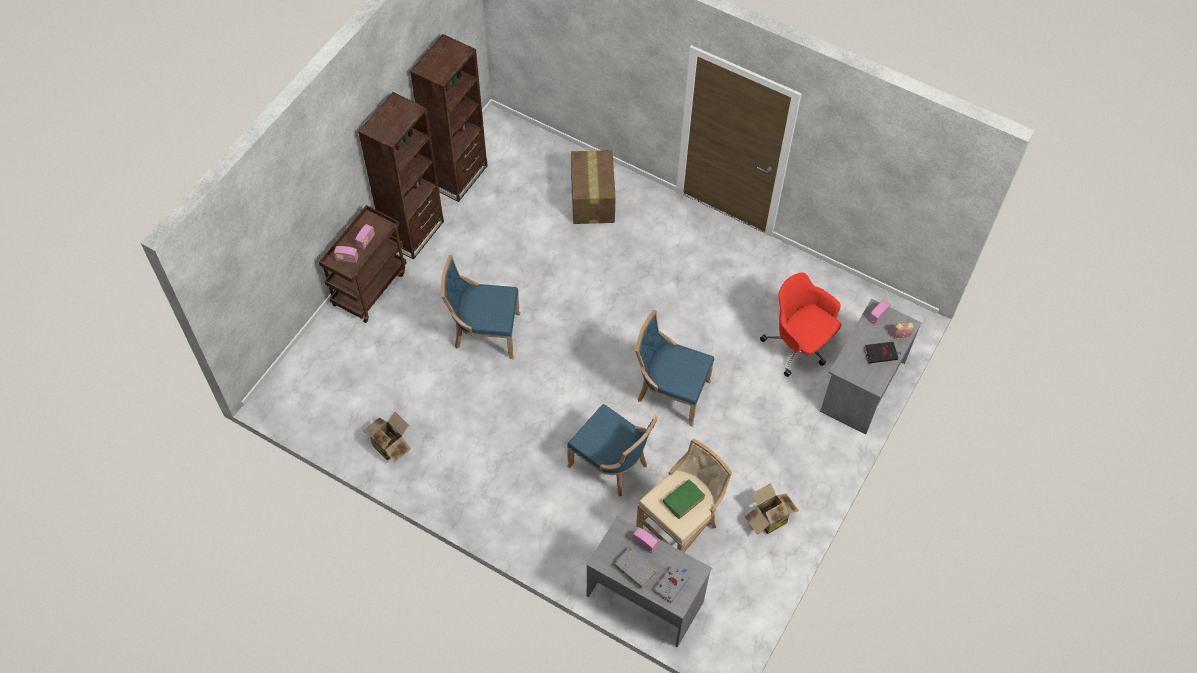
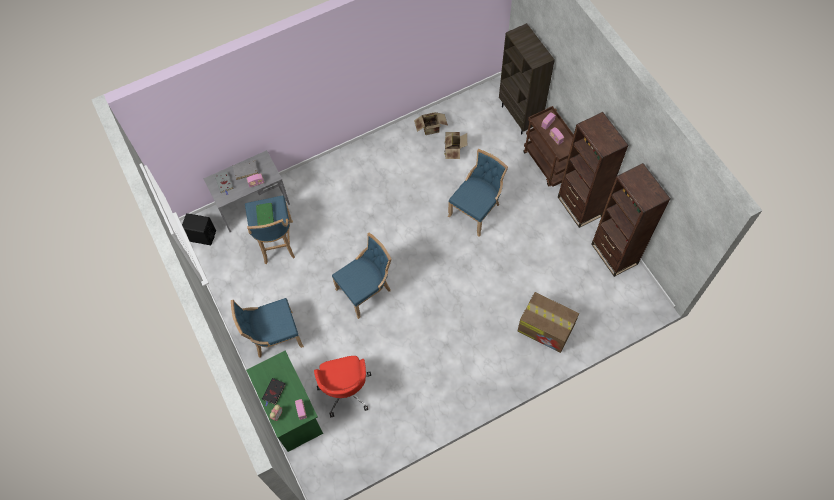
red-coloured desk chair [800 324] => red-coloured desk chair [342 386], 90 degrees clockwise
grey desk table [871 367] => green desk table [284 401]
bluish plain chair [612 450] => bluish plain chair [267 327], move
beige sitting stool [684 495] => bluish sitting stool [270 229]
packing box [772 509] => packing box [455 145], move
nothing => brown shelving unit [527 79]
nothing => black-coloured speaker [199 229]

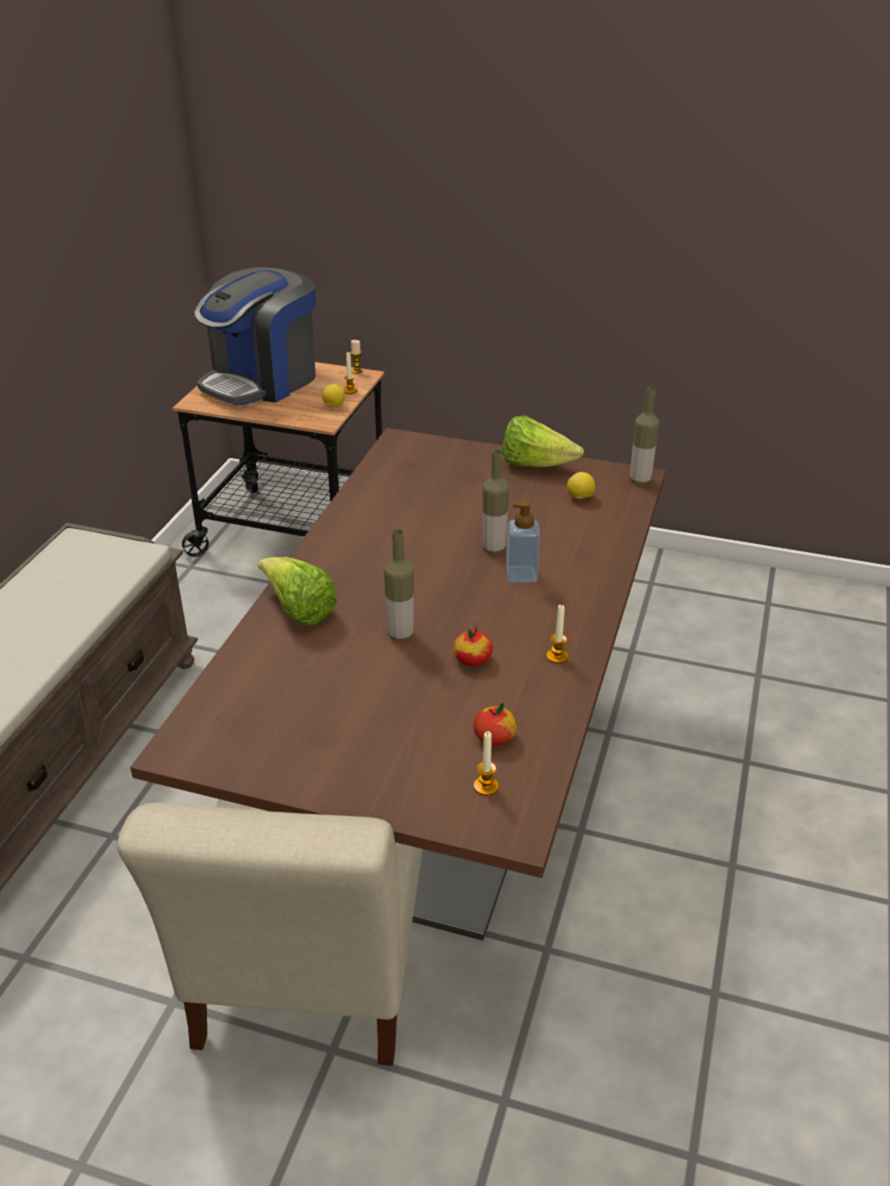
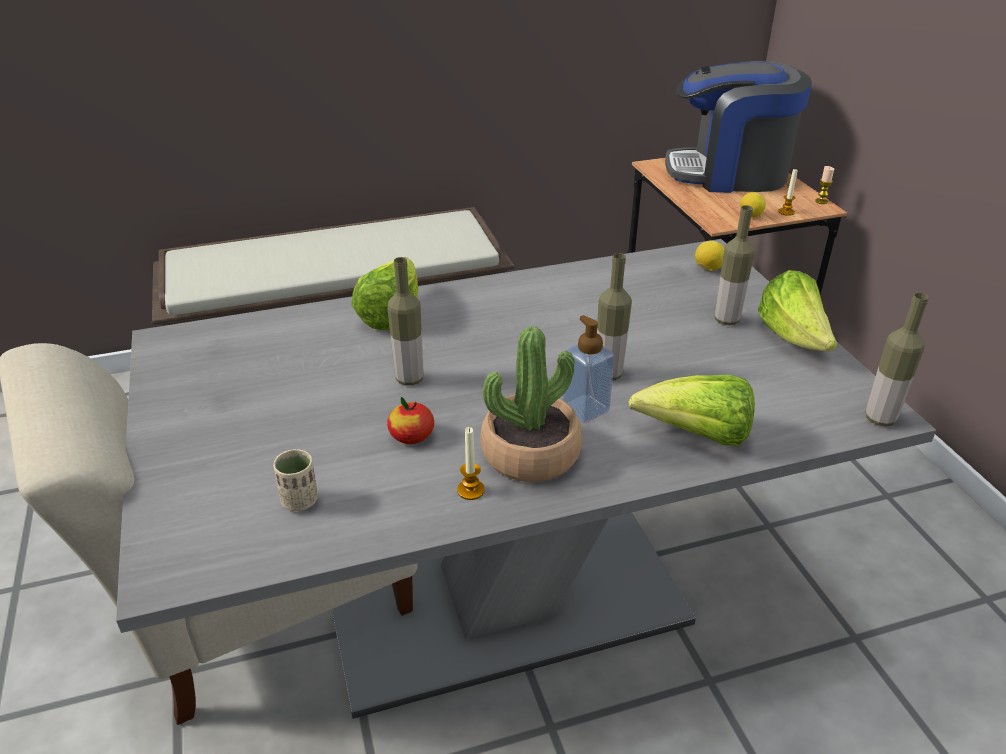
brown kitchen table [398 684] => grey kitchen table [526 479]
whole lemon [581 485] => whole lemon [709 256], move
whole apple [495 724] => beige small cup [295 480]
candle [486 763] => nothing
nothing => drink bottle [734 265]
nothing => houseplant [532 404]
nothing => lettuce [692 410]

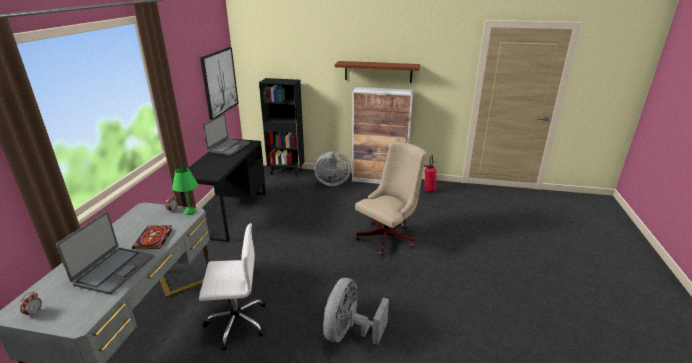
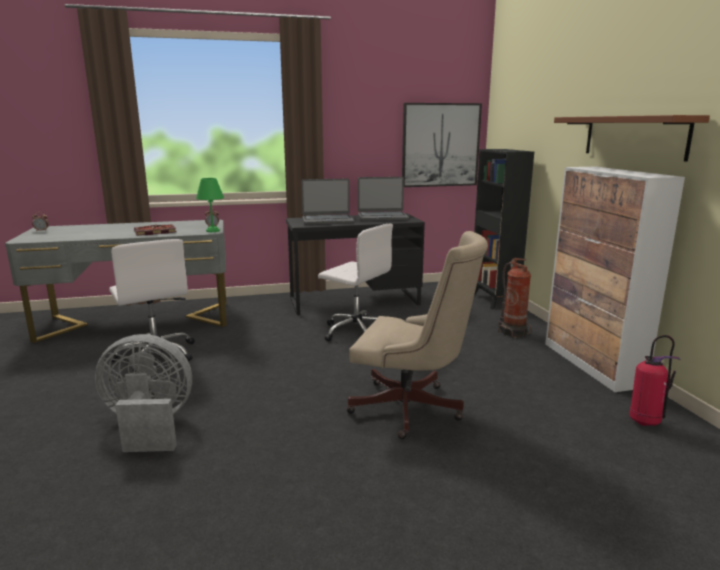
grey electric fan [332 168] => fire extinguisher [514 298]
laptop [105 253] => laptop [327 202], move
nothing => white desk chair [355 283]

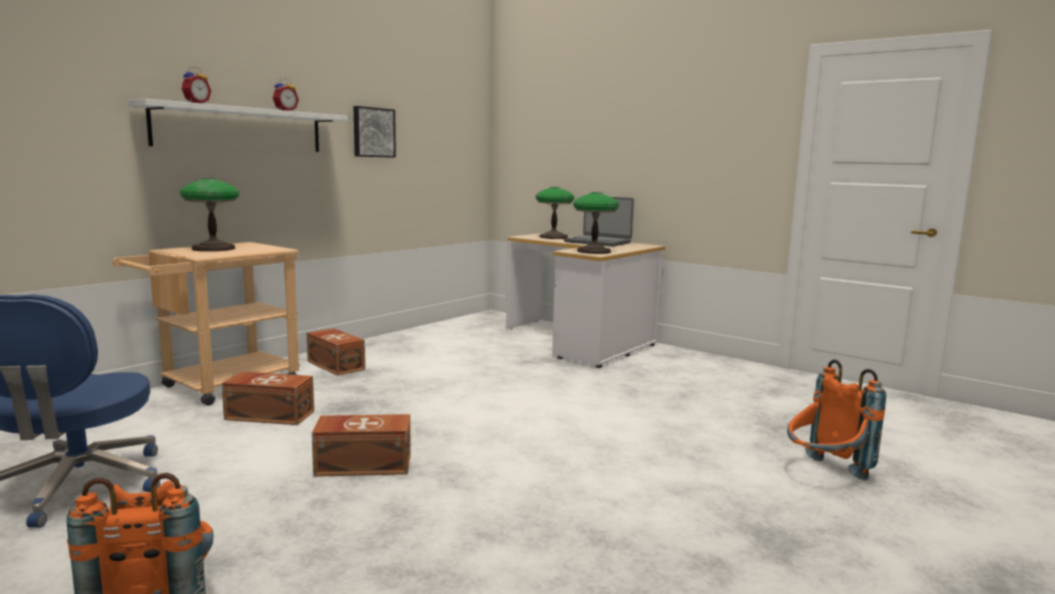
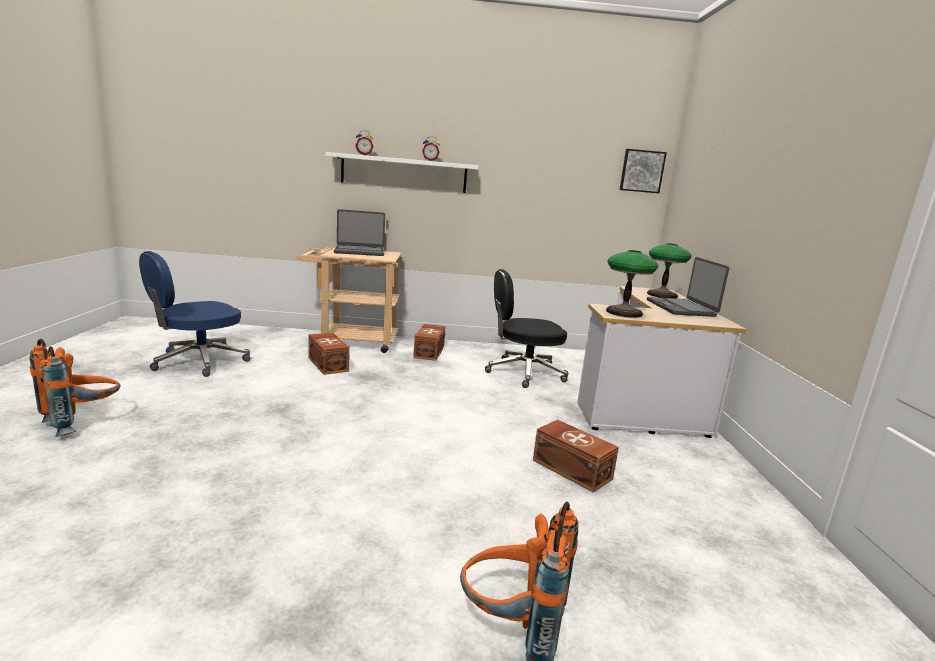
wall art [374 132] => wall art [643 171], move
table lamp [209 215] => laptop [359 232]
brown storage container [361 445] => brown storage container [576 456], move
nothing => black-coloured desk chair [526 328]

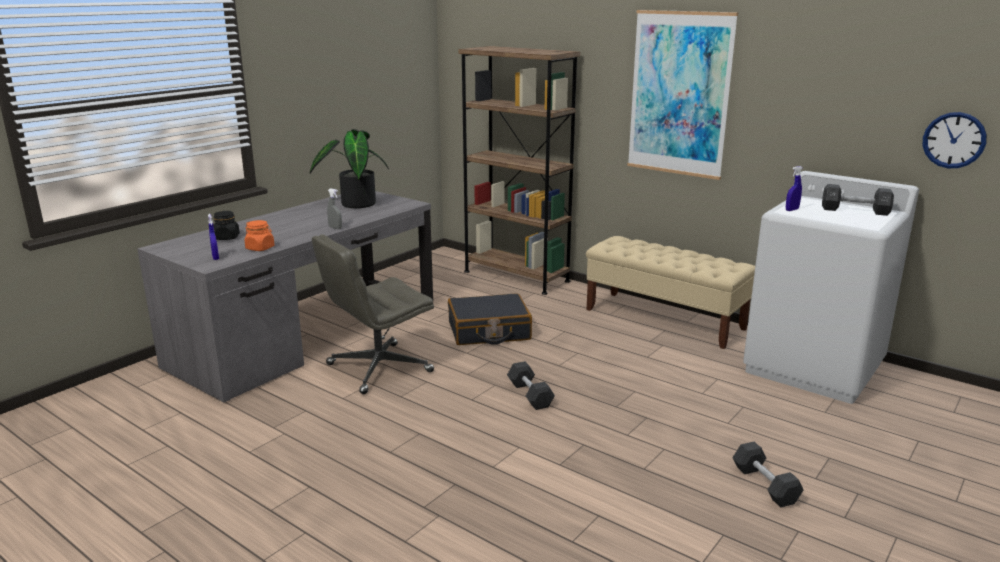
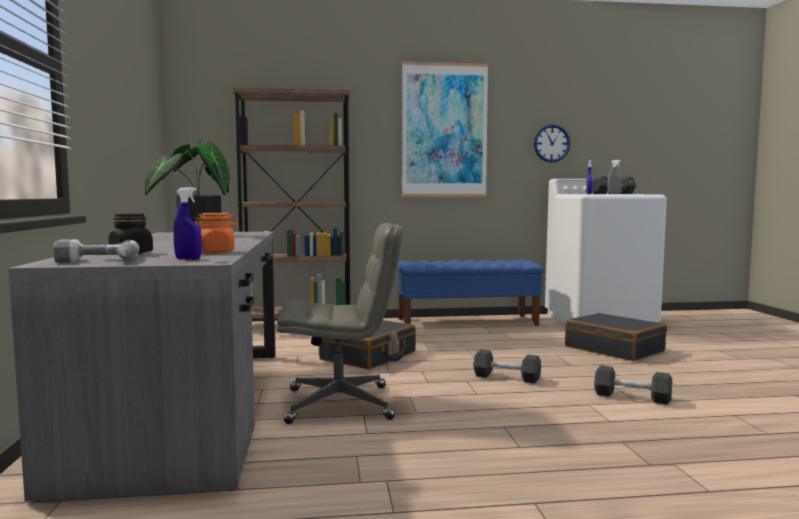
hanging clock [955 140] => hanging clock [552 143], move
grey hand sprayer [334 208] => grey hand sprayer [614 177], move
grey desk chair [373 314] => grey desk chair [339 323], 105 degrees counterclockwise
beige bench [670 292] => bluish bench [470 292]
black-coloured dumbbell [768 474] => black-coloured dumbbell [633 384], move
nothing => power drill [96 251]
nothing => black-coloured suitcase [616 337]

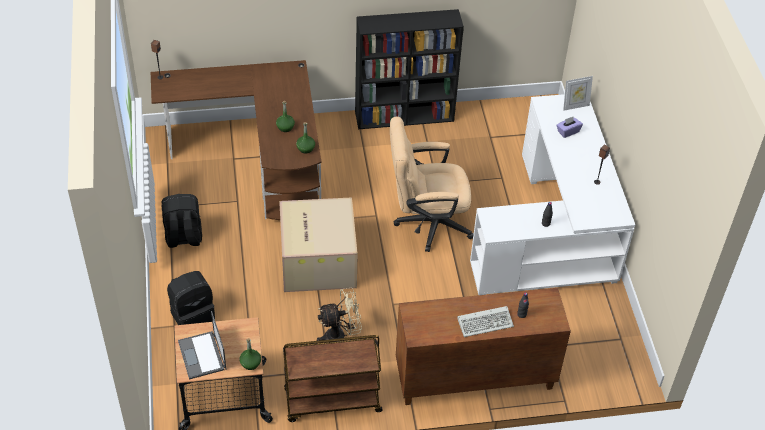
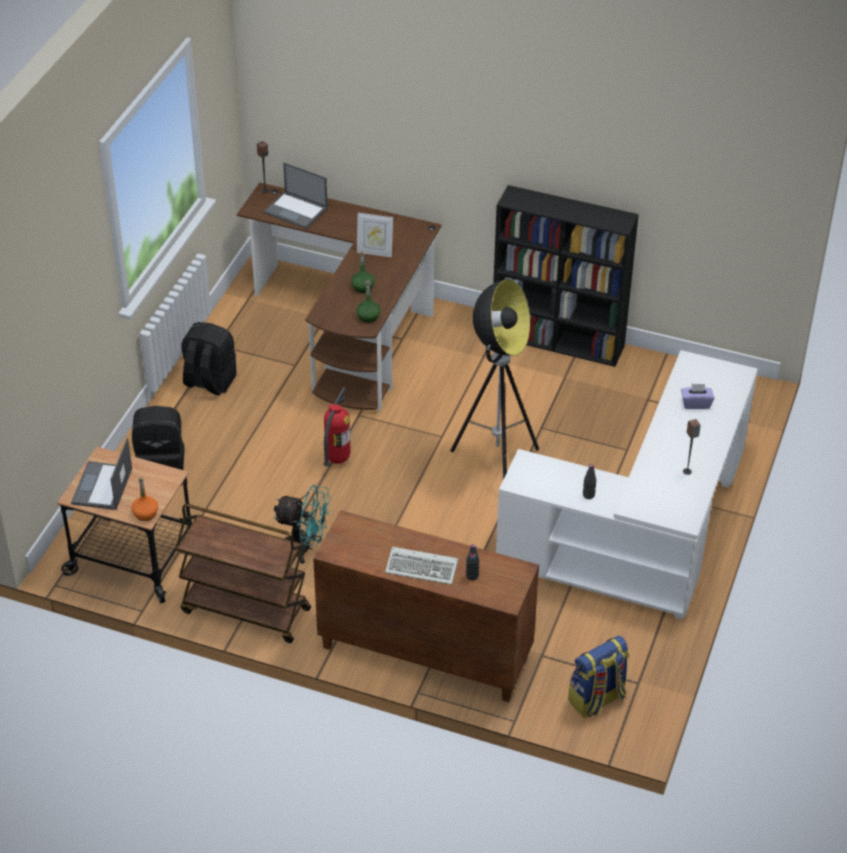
picture frame [578 93] => picture frame [375 235], move
beige desk chair [432 184] => standing lamp [494 379]
packing box [318 244] => fire extinguisher [337 427]
beige electric fan [339 315] => blue-green electric fan [302 524]
green drink bottle [250 354] => orange drink bottle [144 499]
nothing => laptop [296 196]
nothing => knapsack [598 677]

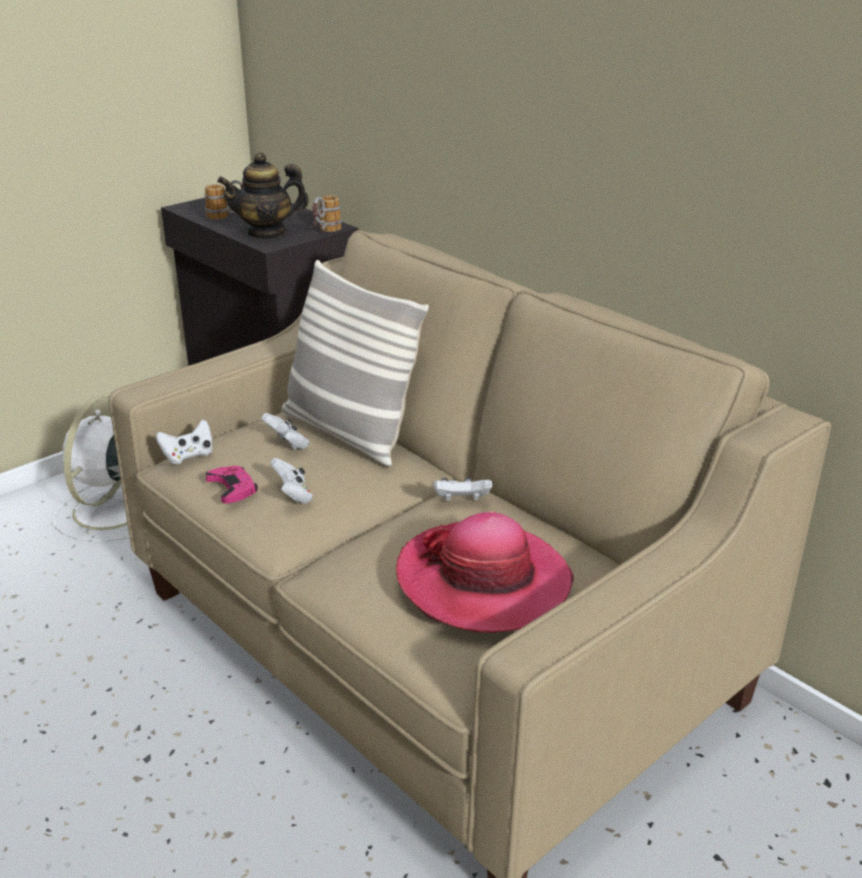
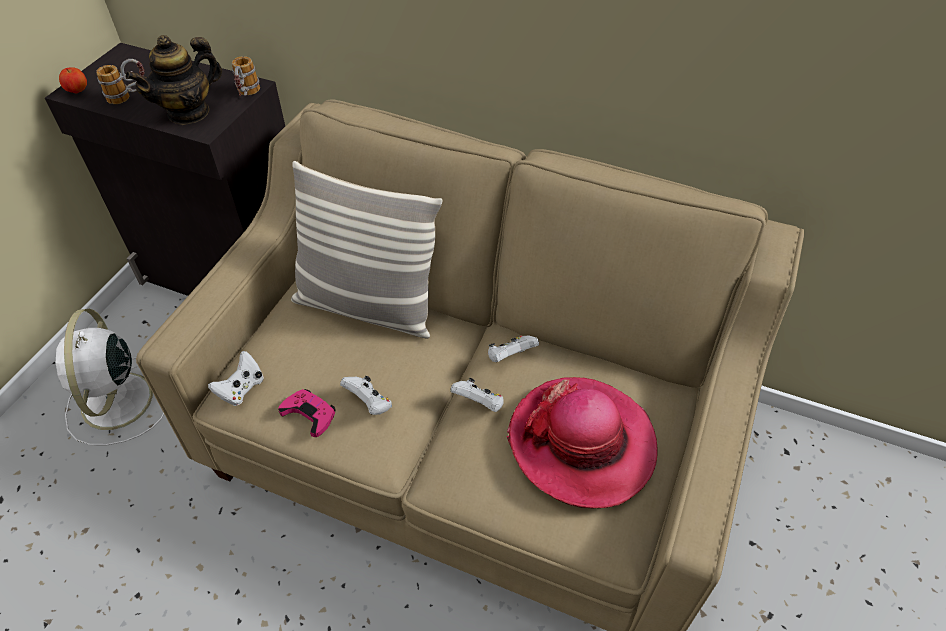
white game controller [285 431] => white game controller [477 395], move
nothing => whole apple [73 80]

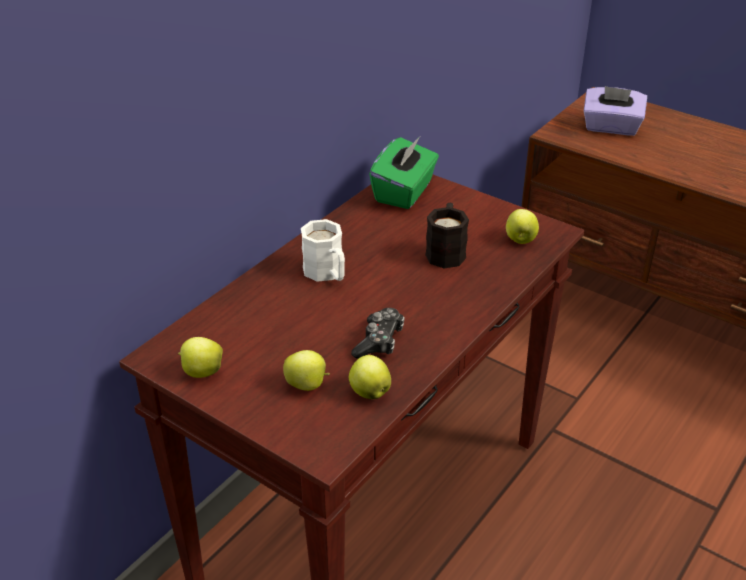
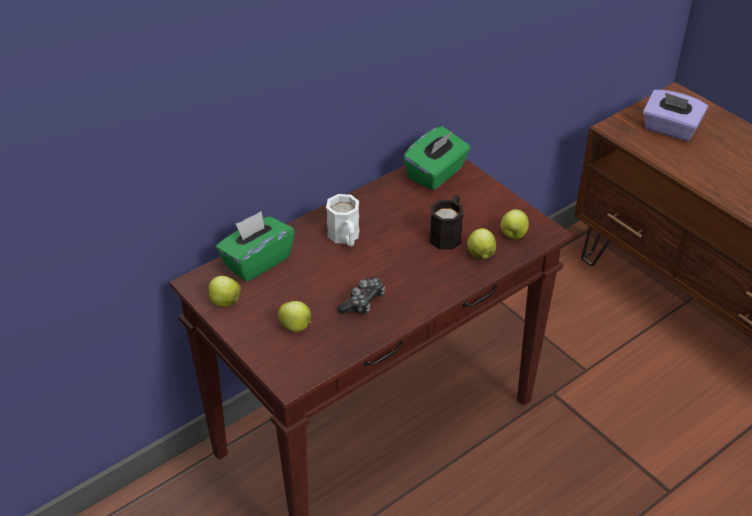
whole apple [370 377] => whole apple [481 243], move
nothing => green tissue box [255 246]

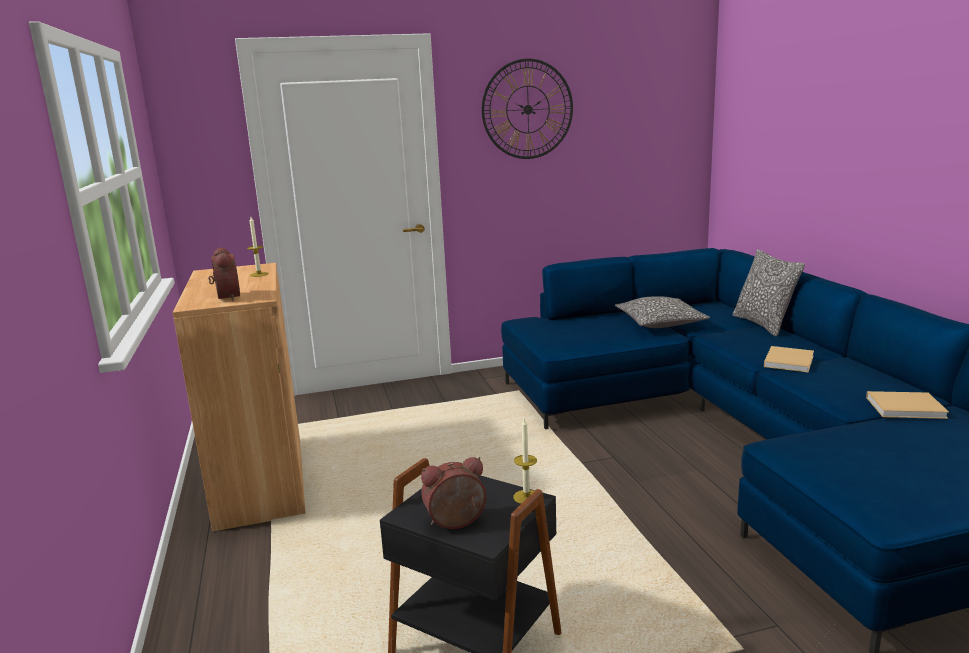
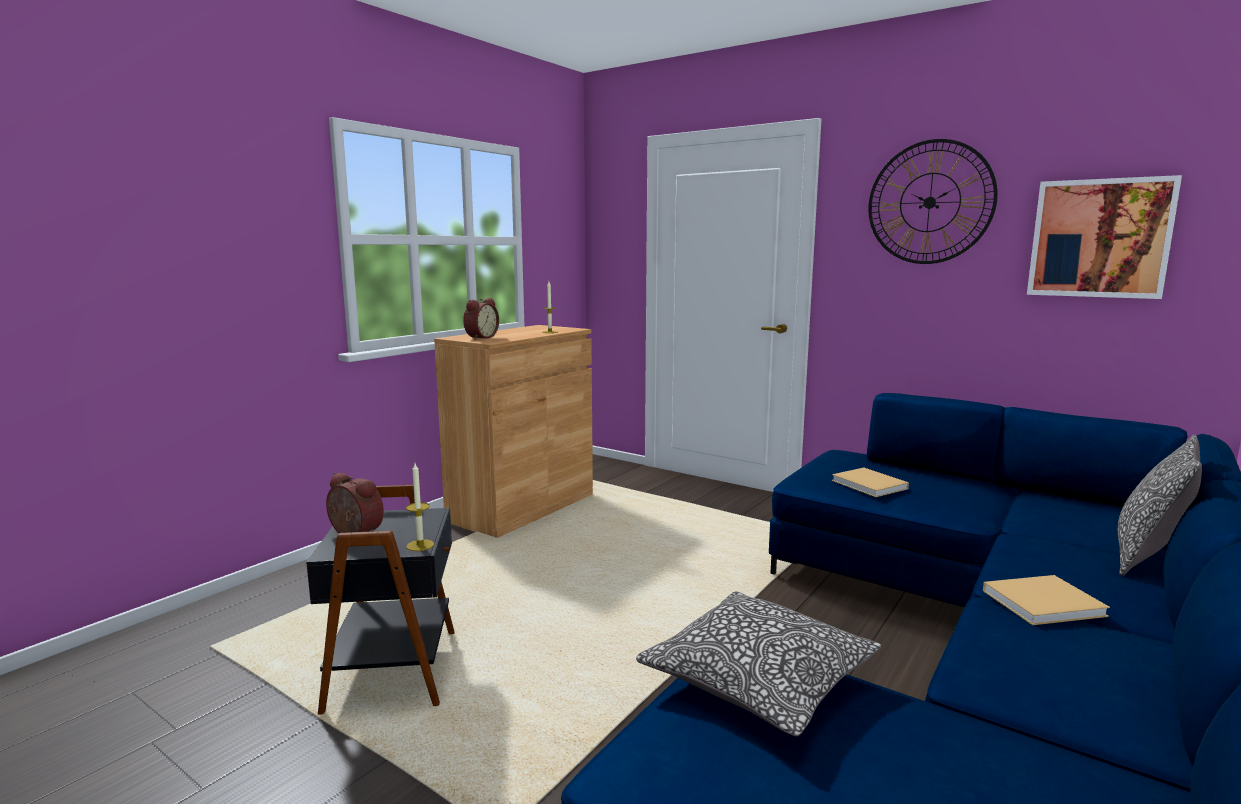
cushion [662 312] => cushion [758 663], move
beige book [907 405] => beige book [870 482], move
nothing => wall art [1104 237]

